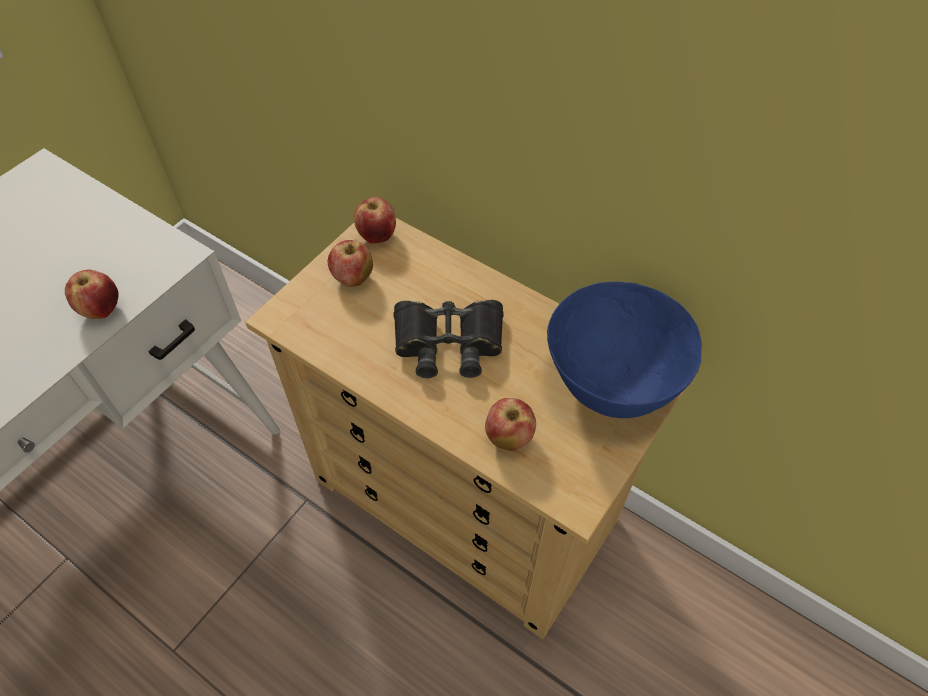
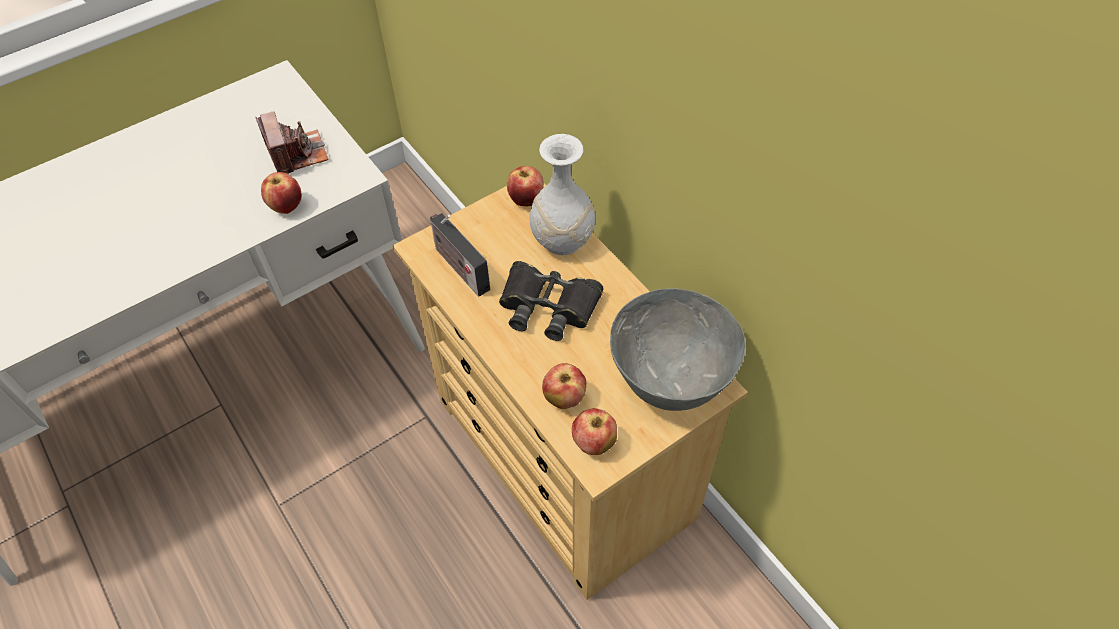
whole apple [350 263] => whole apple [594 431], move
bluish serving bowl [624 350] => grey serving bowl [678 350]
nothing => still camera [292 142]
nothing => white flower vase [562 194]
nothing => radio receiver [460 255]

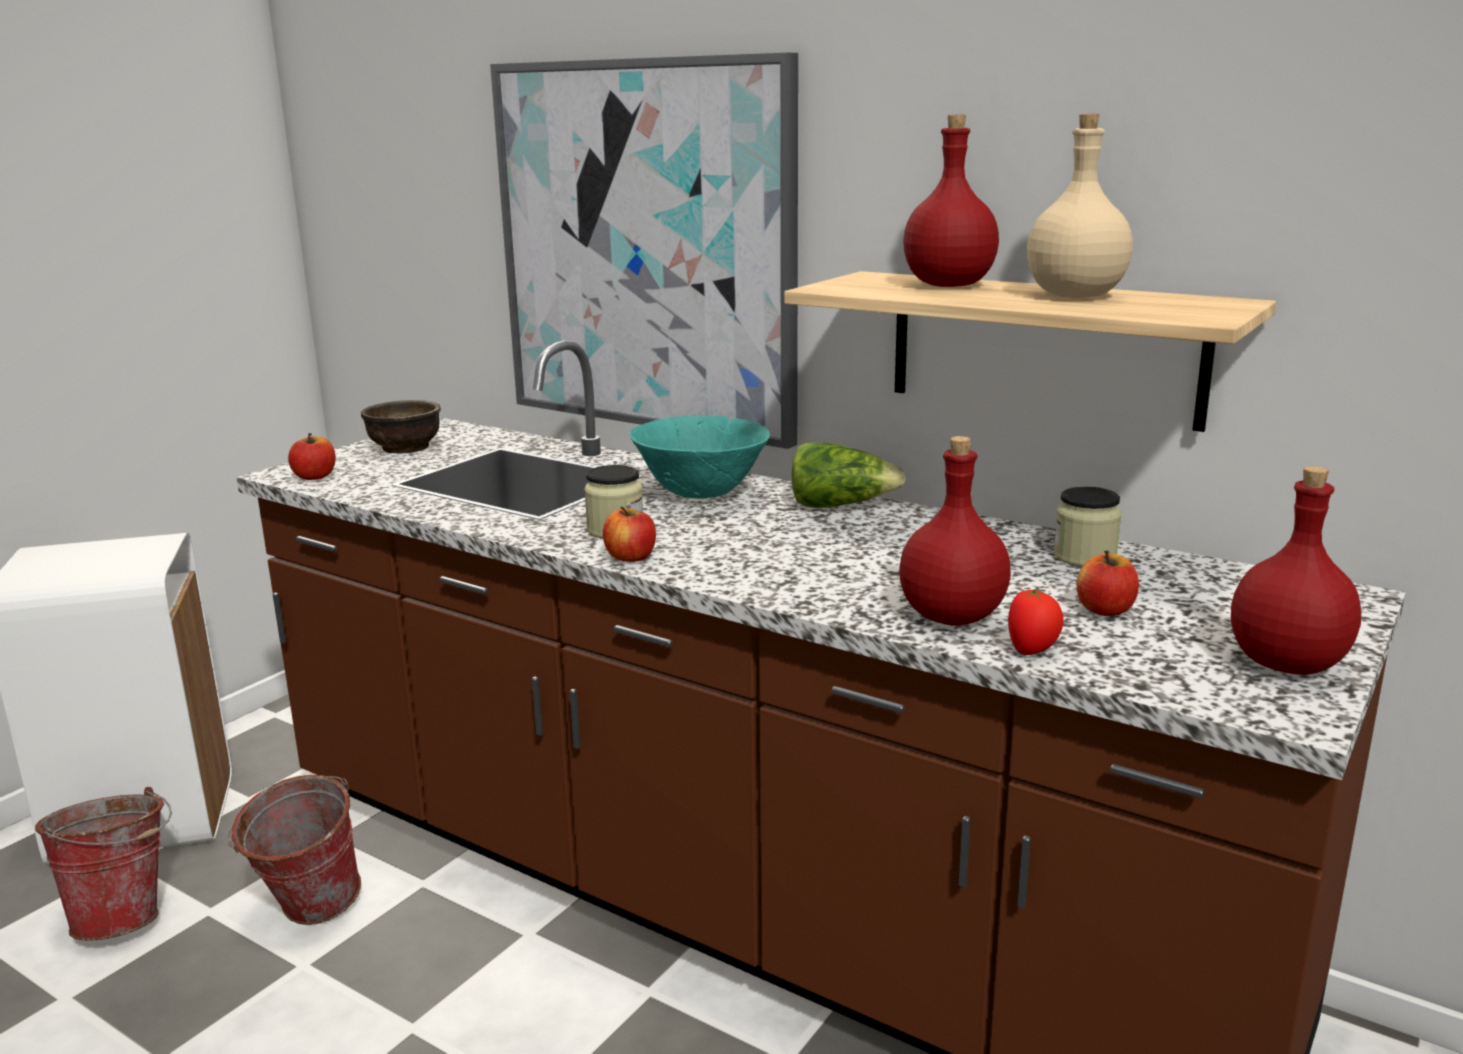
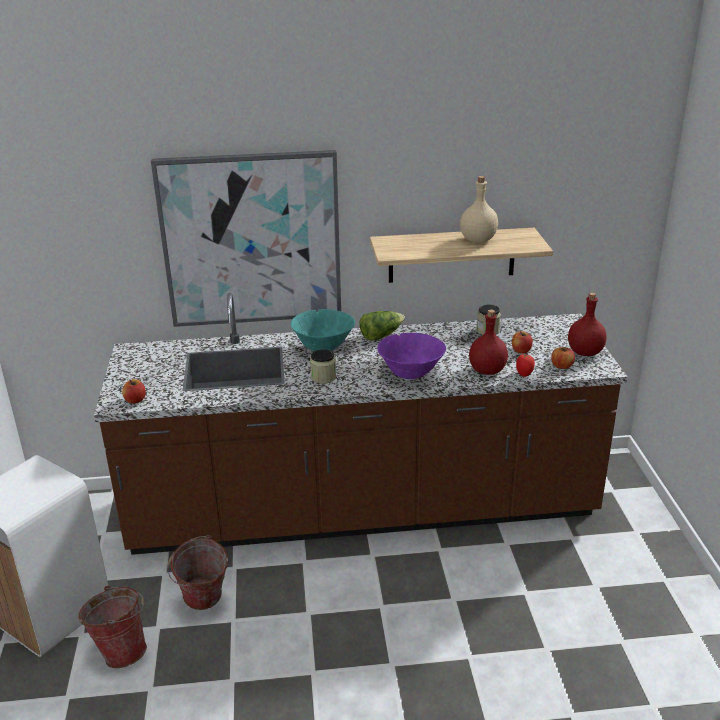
red-coloured drink bottle [951 201] => nothing
brown serving bowl [401 426] => nothing
whole apple [629 534] => whole apple [563 358], move
nothing => purple-coloured serving bowl [411 356]

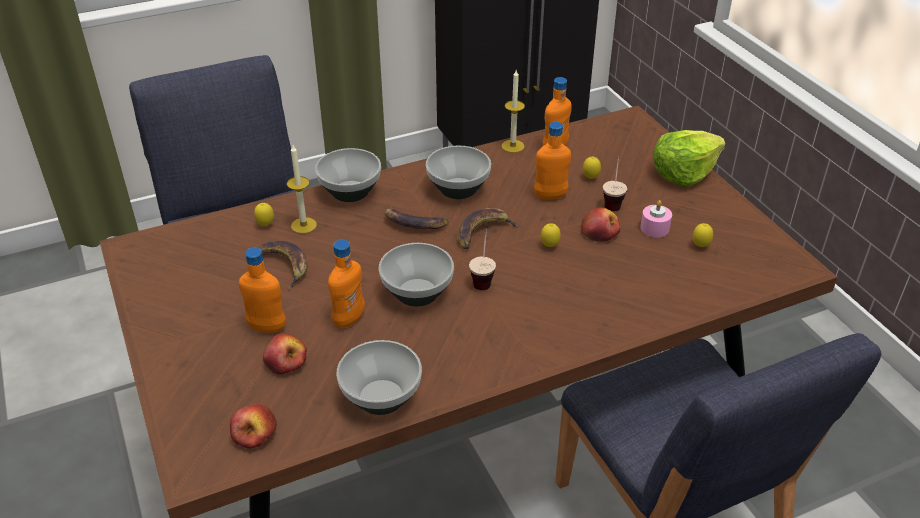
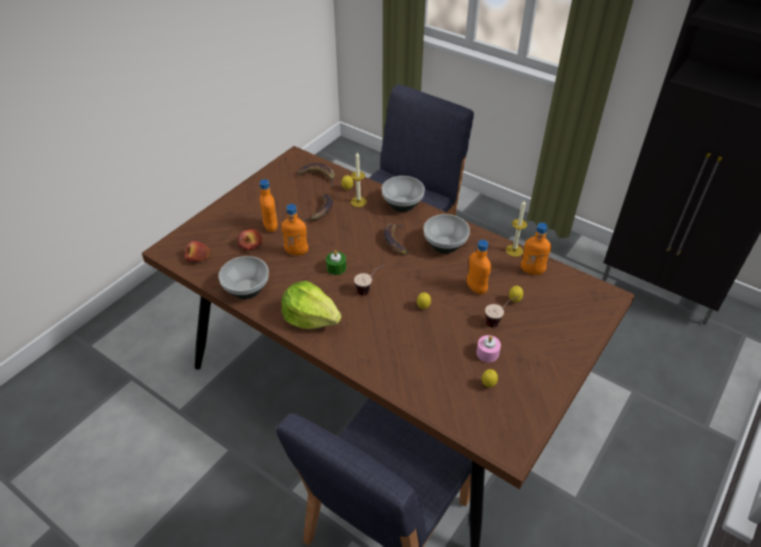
lettuce [689 158] => lettuce [311 305], move
banana [489 228] => banana [316 174], move
whole apple [600 225] => nothing
serving bowl [416 275] => green candle [336 262]

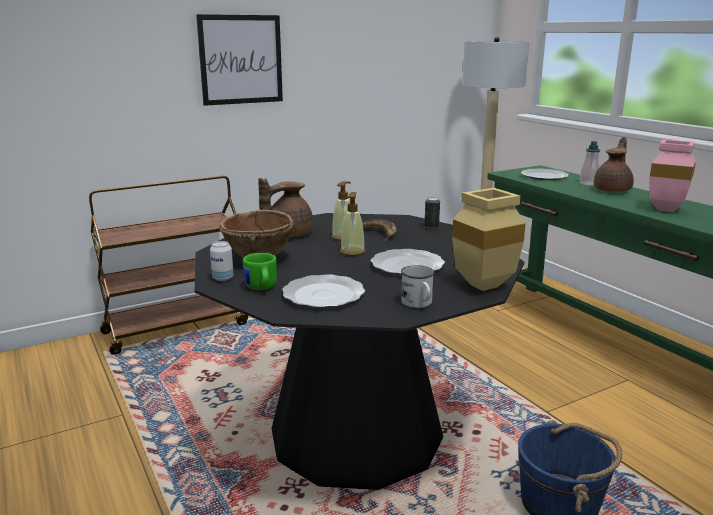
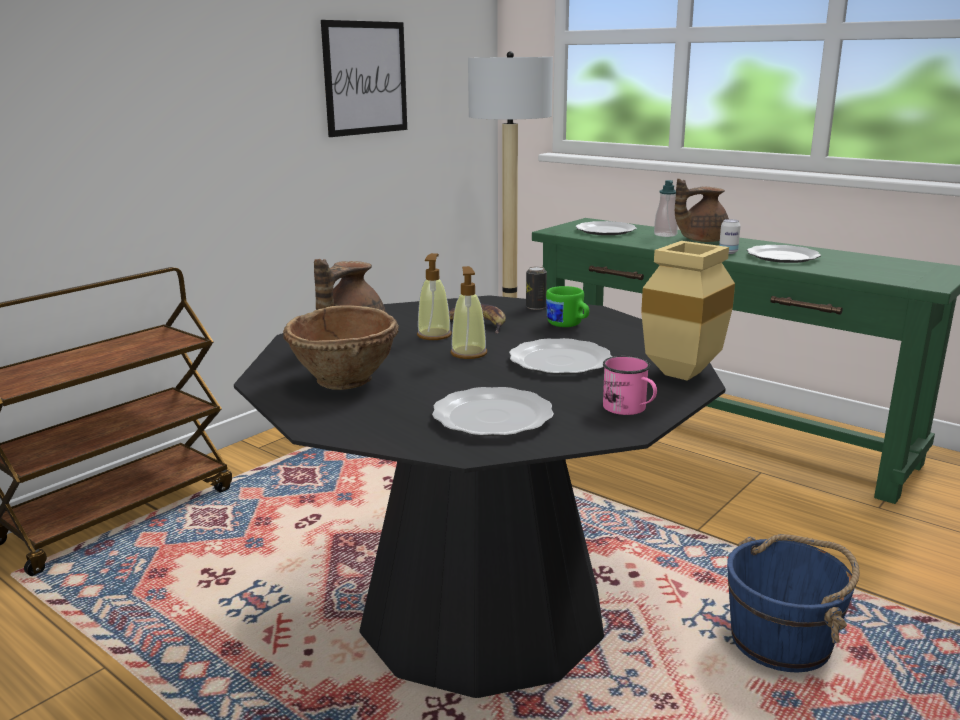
wall art [239 60] => wall art [364 78], move
brown teapot [614 164] => brown teapot [702 210], 120 degrees counterclockwise
pink-coloured flower vase [672 175] => dinner plate [784 254]
metal can [222 261] => metal can [729 236], move
green coffee mug [260 271] => green coffee mug [567 306], move
white coffee mug [418 286] => pink-coloured coffee mug [630 385]

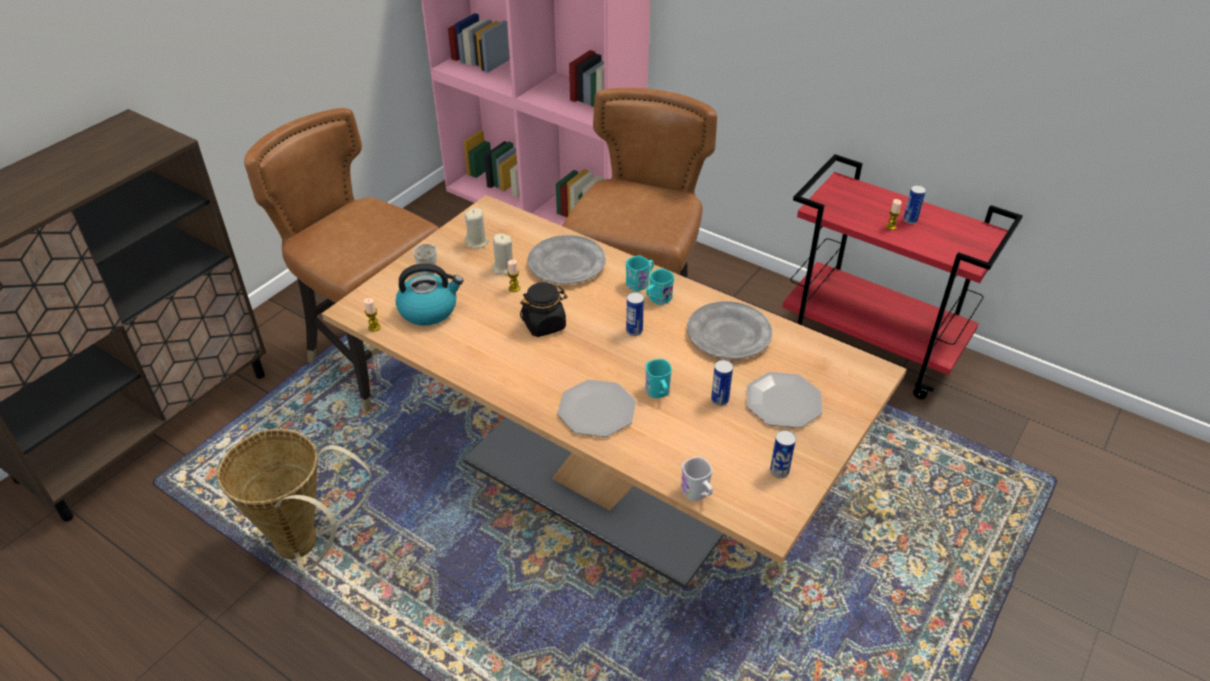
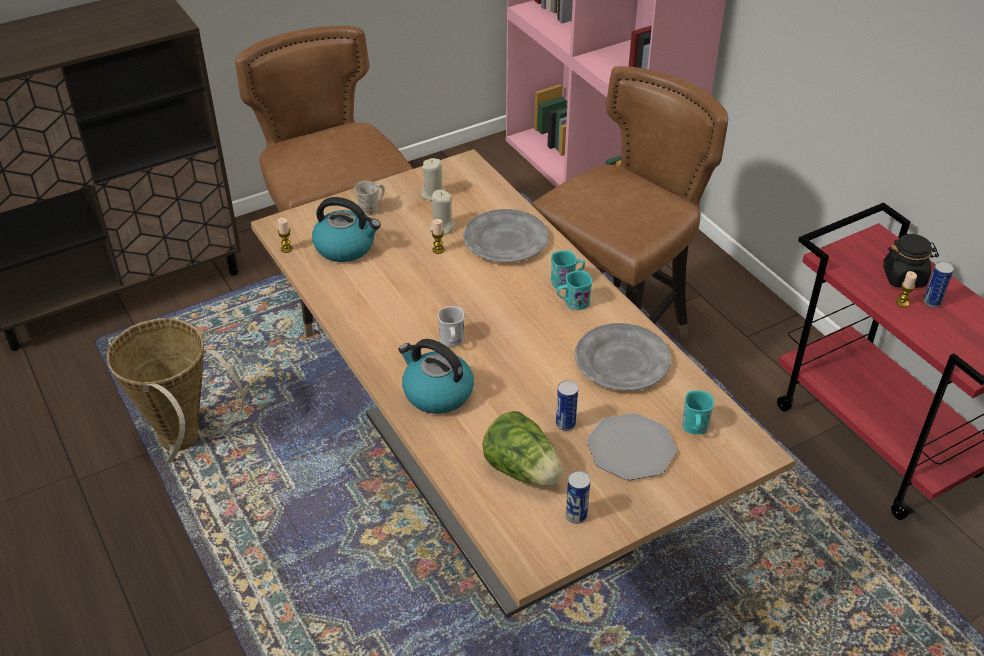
black-coloured preserve jar [543 309] => black-coloured preserve jar [911 261], move
metal can [635 314] => nothing
blue-green coffee mug [658 378] => blue-green coffee mug [698 412], move
dinner plate [596 408] => kettle [436 376]
white coffee mug [697 478] => white coffee mug [451 326], move
nothing => lettuce [522 448]

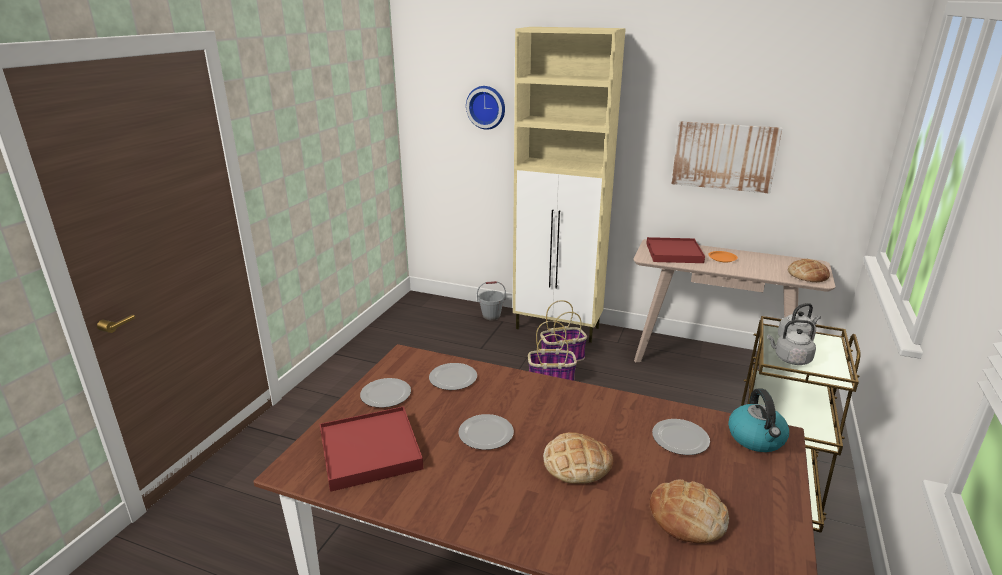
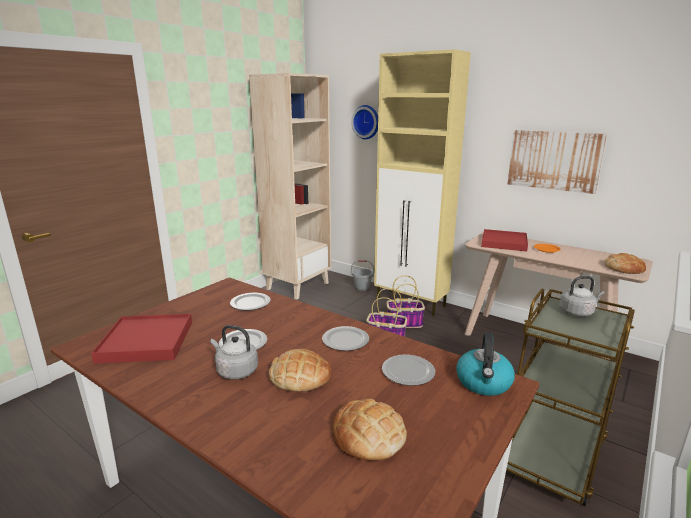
grey kettle [791 342] => grey kettle [234 352], move
dinner plate [385 393] => dinner plate [345 338], move
nothing => beige shelving unit [290 186]

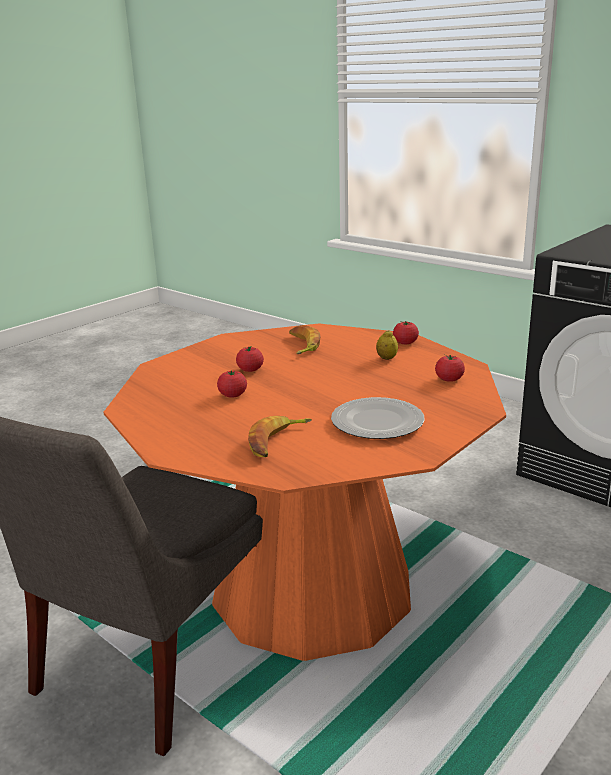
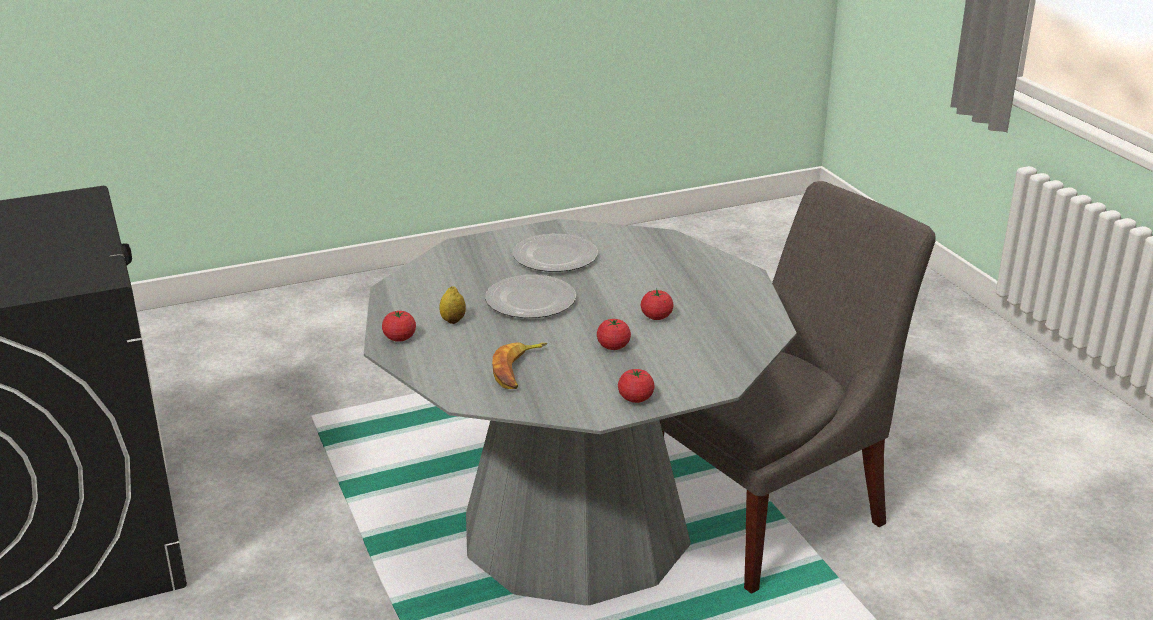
orange kitchen table [305 492] => grey kitchen table [580 412]
whole tomato [450 368] => whole tomato [636 386], move
banana [280 436] => nothing
nothing => dinner plate [530 296]

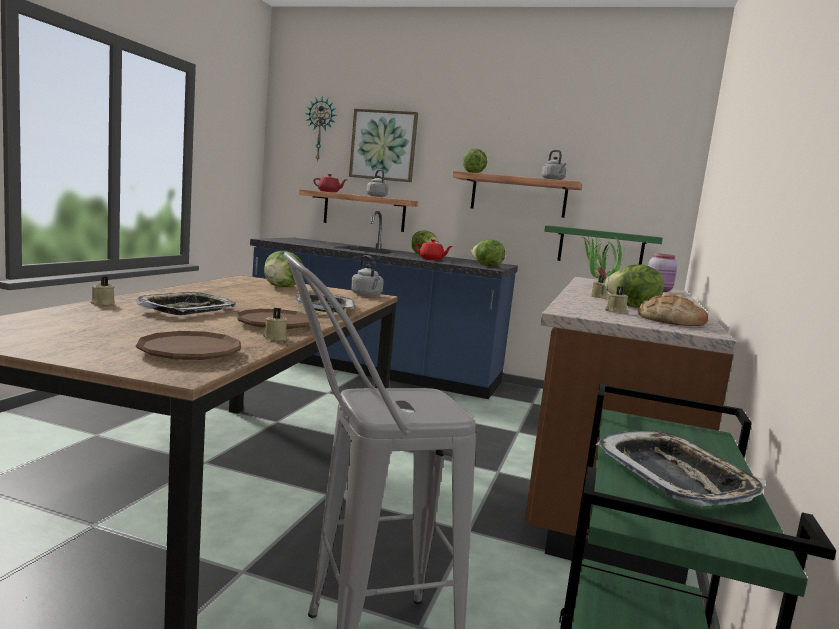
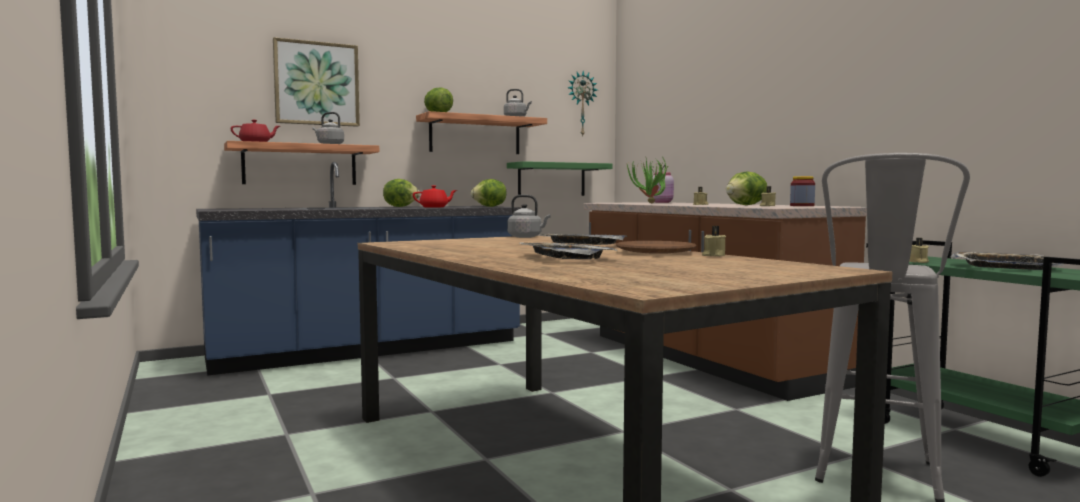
hanging clock [321 129] => hanging clock [582 104], move
lettuce [284 269] => nothing
beige candle [102 290] => beige candle [919 250], move
bakery bread [673 310] => preserve jar [802 191]
brown dinner plate [188 345] => nothing

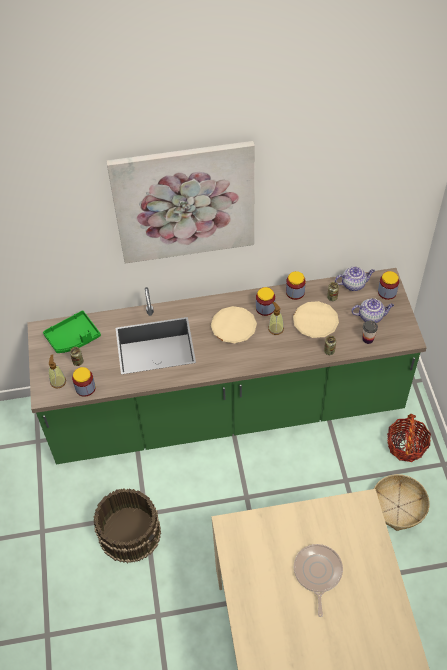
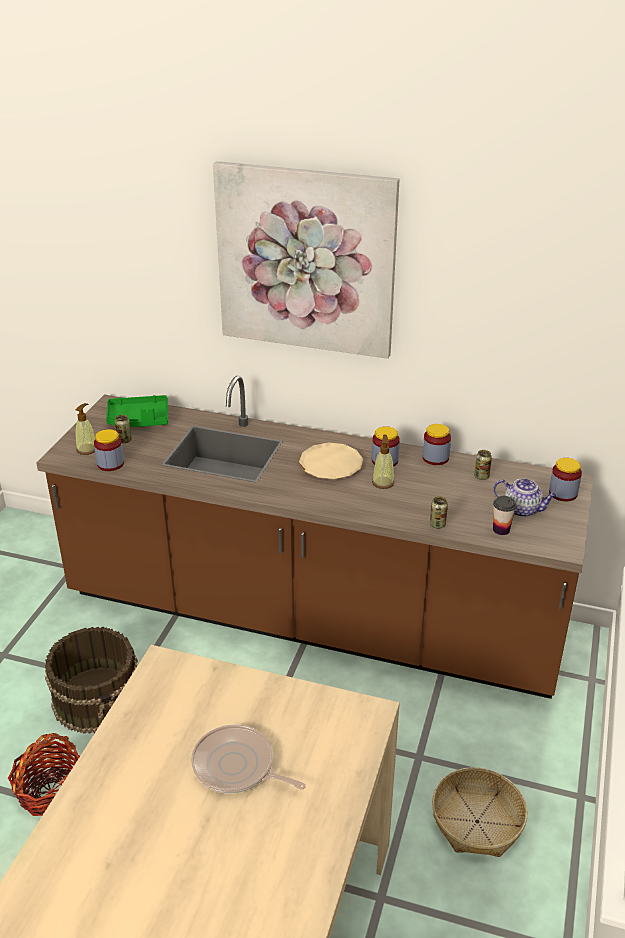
teapot [355 278] => nothing
green counter [227 366] => brown counter [315 537]
beige dinner plate [316 319] => nothing
household basket [409 438] => household basket [44 774], move
frying pan [318 580] => frying pan [248 759], 90 degrees counterclockwise

